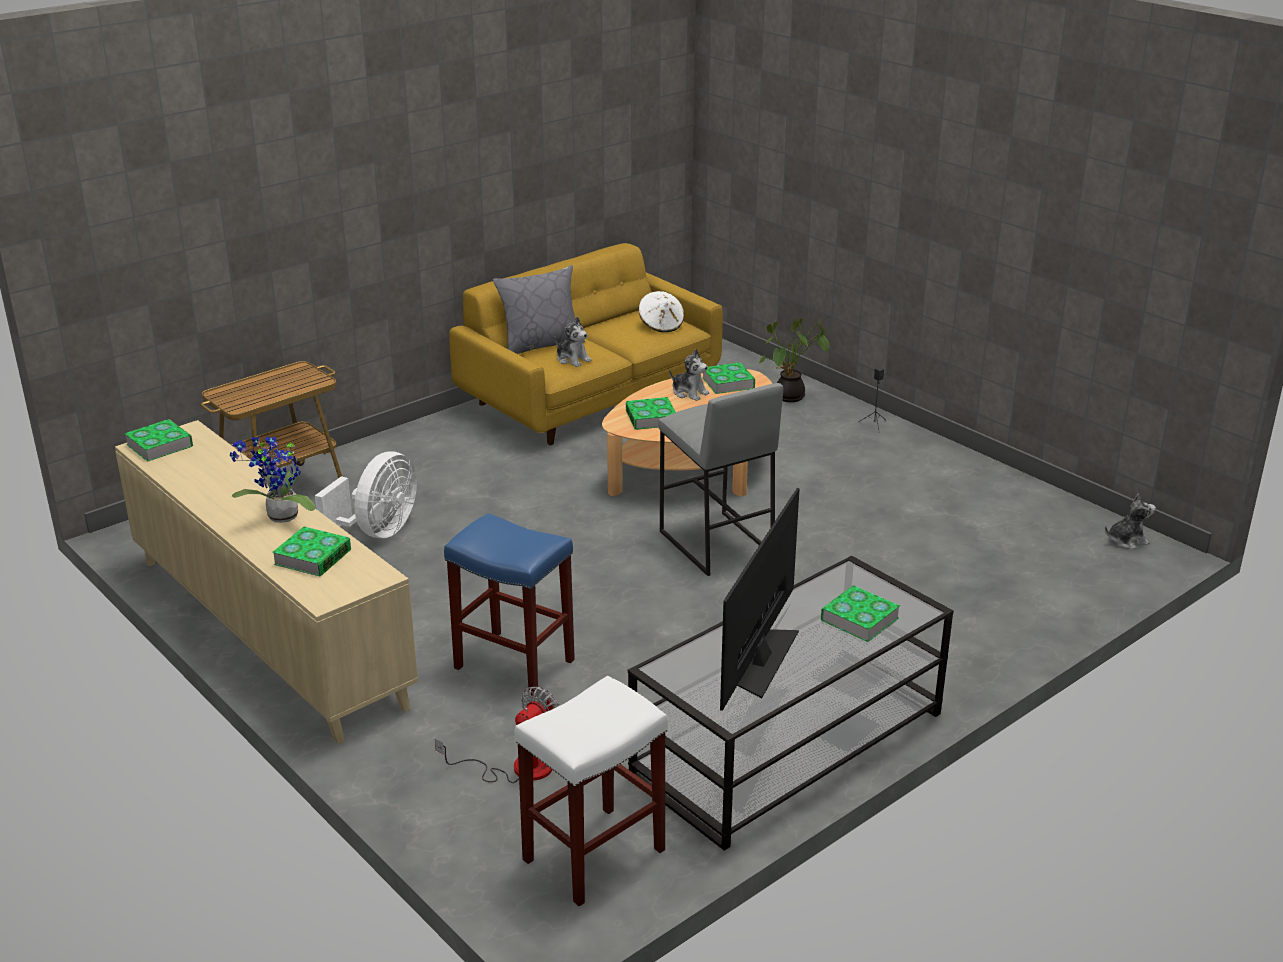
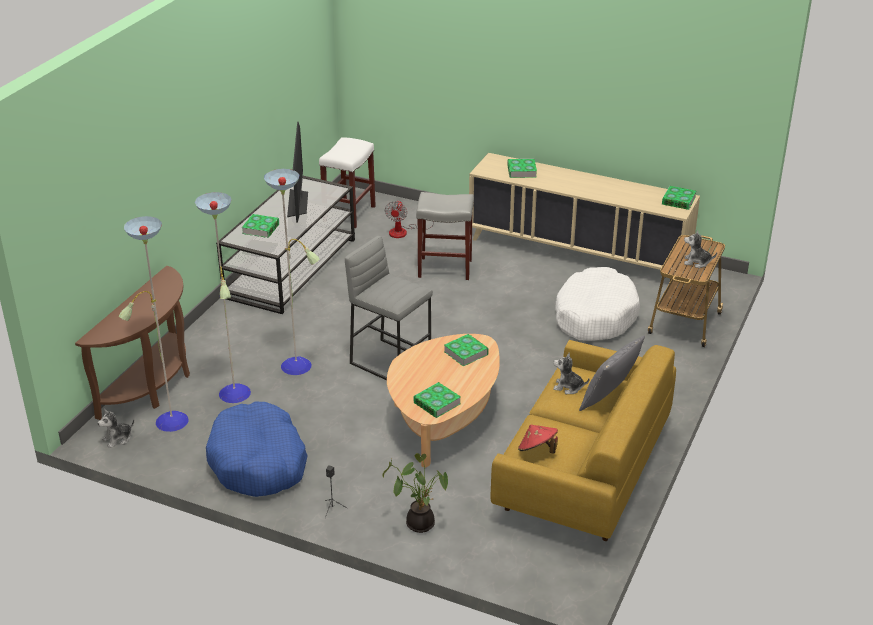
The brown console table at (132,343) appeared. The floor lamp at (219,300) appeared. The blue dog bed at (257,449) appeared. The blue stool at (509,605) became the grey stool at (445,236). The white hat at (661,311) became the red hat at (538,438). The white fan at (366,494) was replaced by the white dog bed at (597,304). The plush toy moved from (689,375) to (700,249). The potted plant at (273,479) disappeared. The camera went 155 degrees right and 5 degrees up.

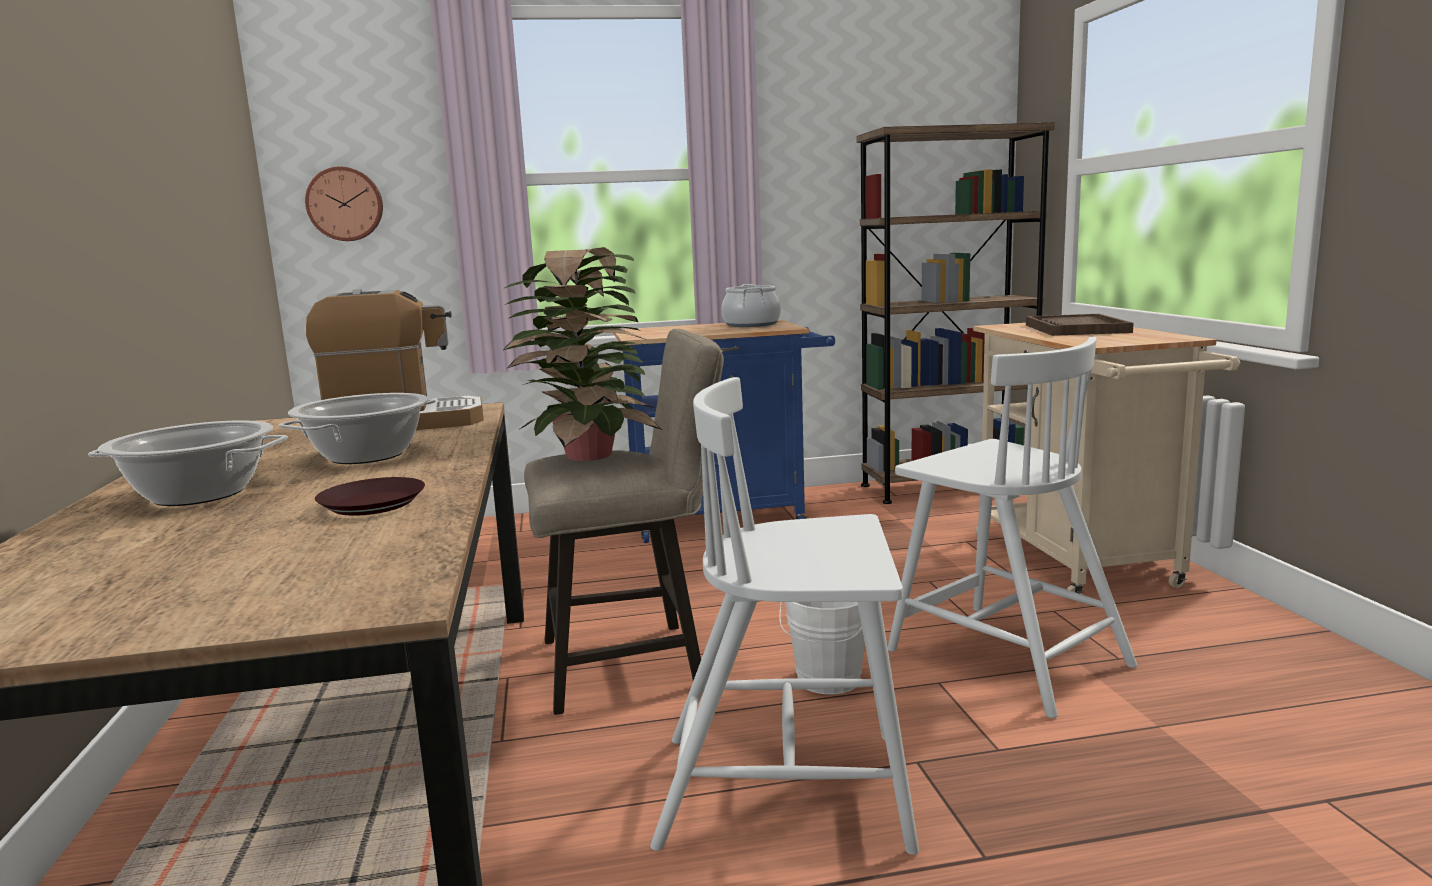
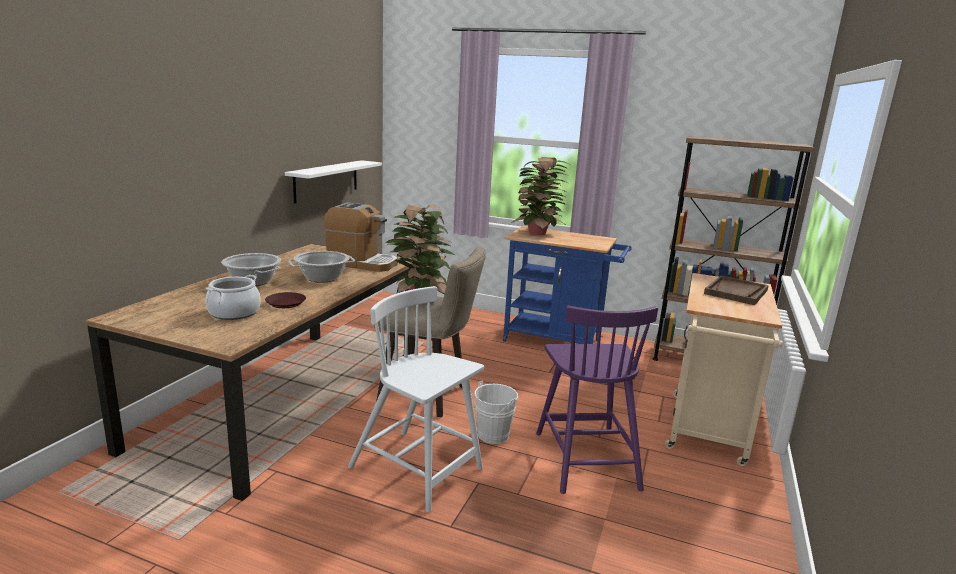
The cooking pot moved from (751,305) to (233,297). The white shelf at (333,182) appeared. The potted plant at (540,196) appeared. The white chair at (1012,527) became the purple chair at (597,400). The wall clock at (344,204) disappeared. The camera went 30 degrees right and 5 degrees up.

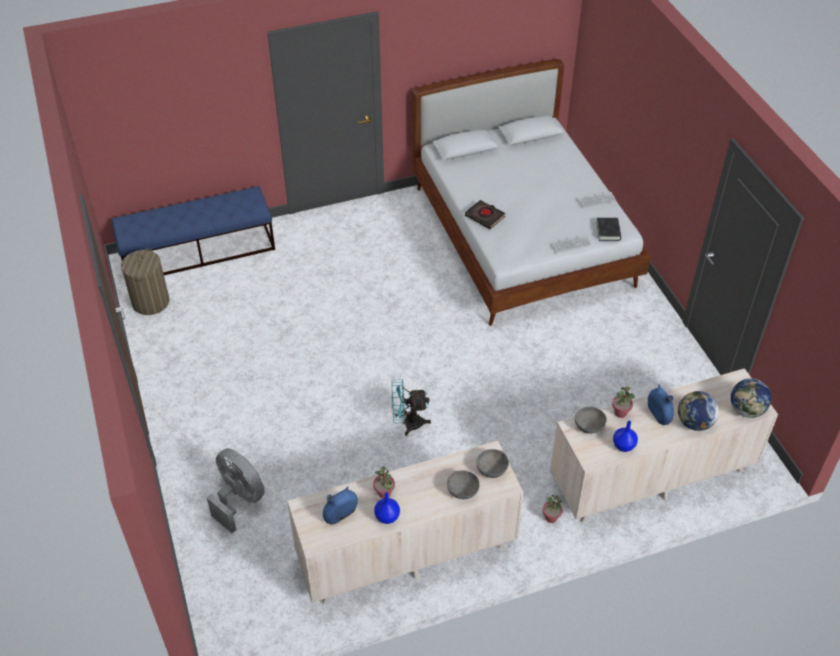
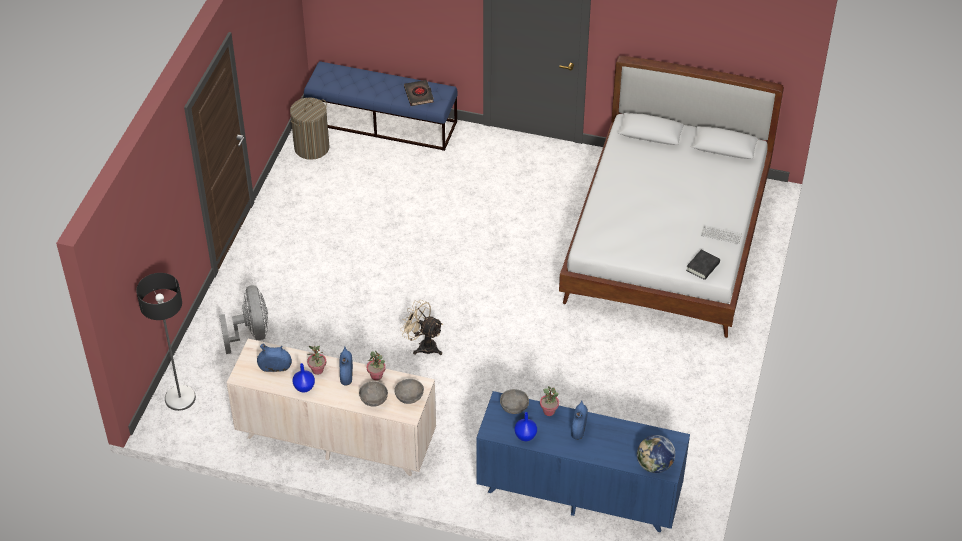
The floor lamp at (166,342) appeared. The blue vase at (346,365) appeared. The potted plant moved from (553,509) to (376,365). The turquoise fan at (411,407) became the beige fan at (421,327). The black book moved from (485,214) to (419,93). The beige dresser at (664,445) became the blue dresser at (583,461). The keyboard at (571,244) disappeared. The globe at (698,411) disappeared. The camera went 35 degrees right and 0 degrees up.

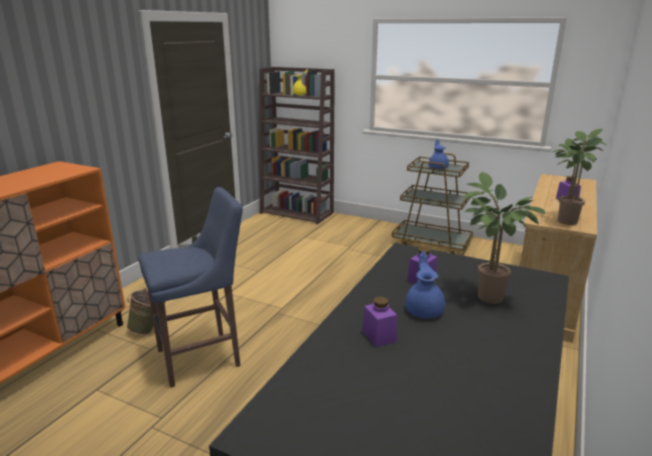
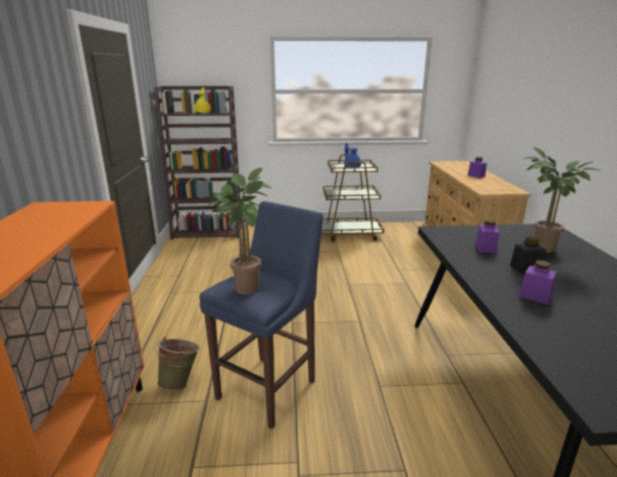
The potted plant moved from (579,177) to (239,231). The blue teapot at (425,284) was replaced by the black jar at (528,255). The camera went 30 degrees left and 0 degrees up.

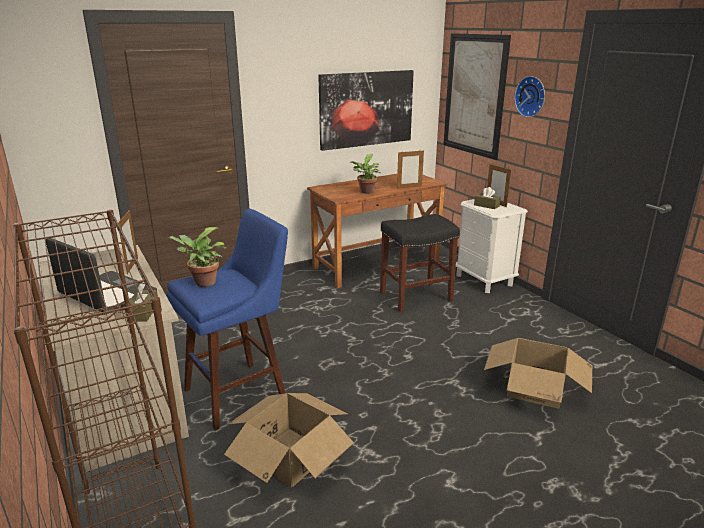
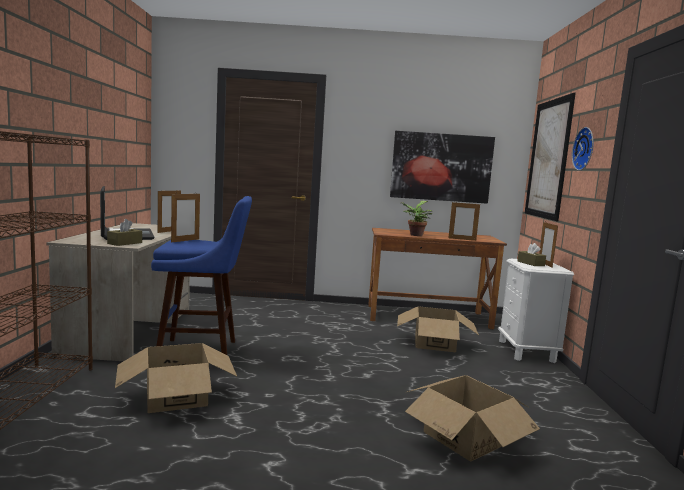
The potted plant at (197,257) was replaced by the picture frame at (185,217). The black stool at (420,263) was replaced by the cardboard box at (438,329). The camera went 30 degrees right and 15 degrees down.

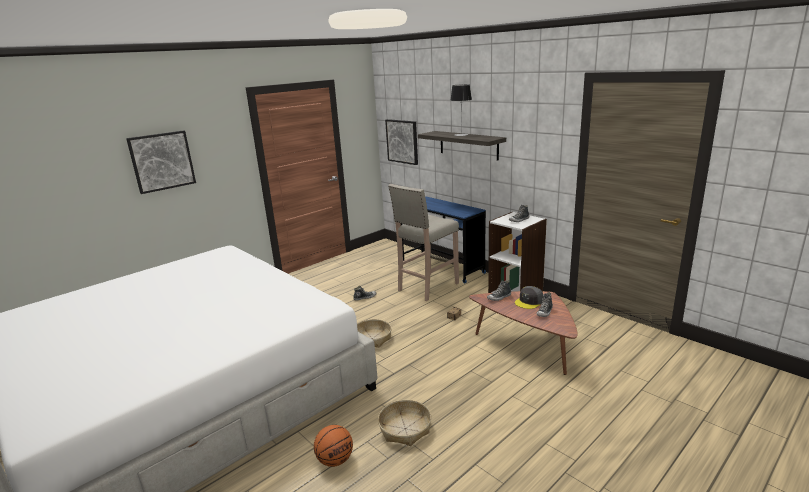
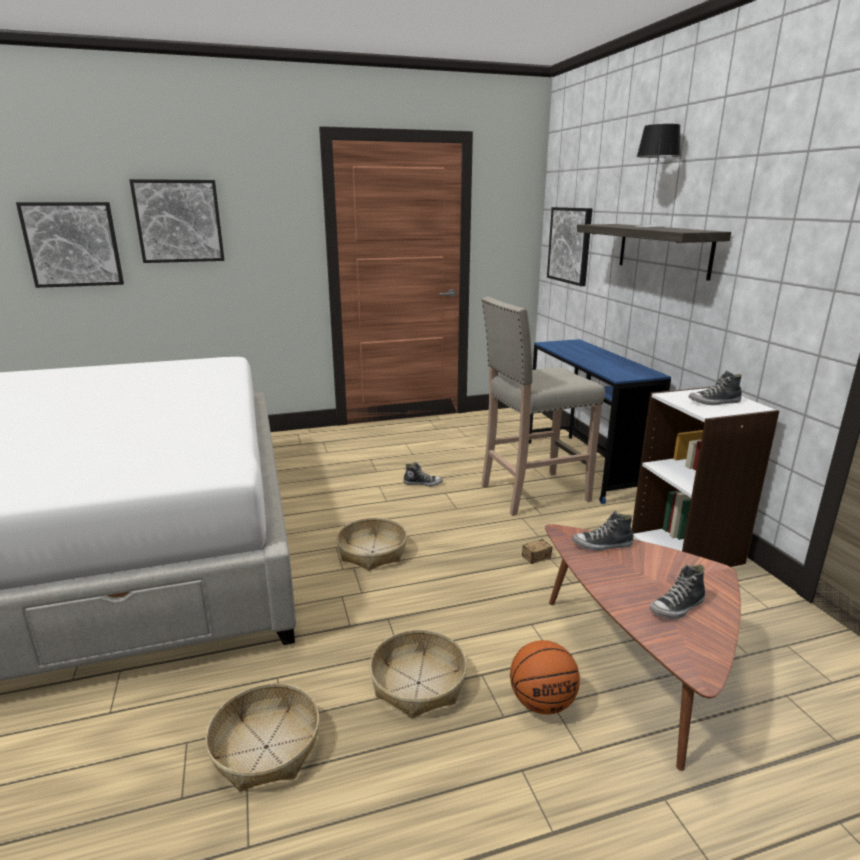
The picture at (70,245) appeared. The basket at (418,674) appeared. The basketball moved from (333,446) to (545,677). The grey cap at (529,297) disappeared. The camera went 25 degrees right and 0 degrees up.

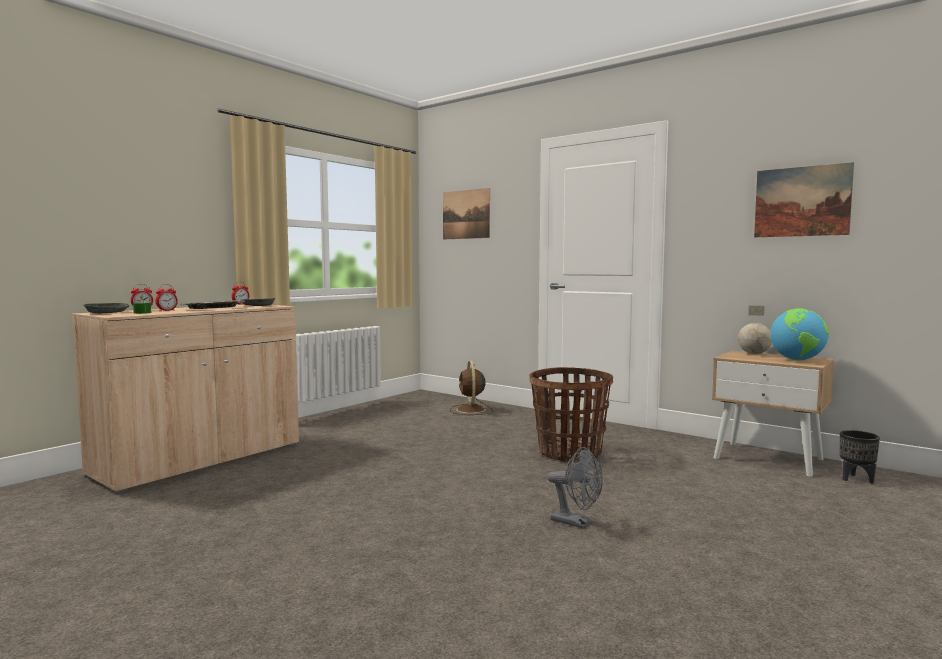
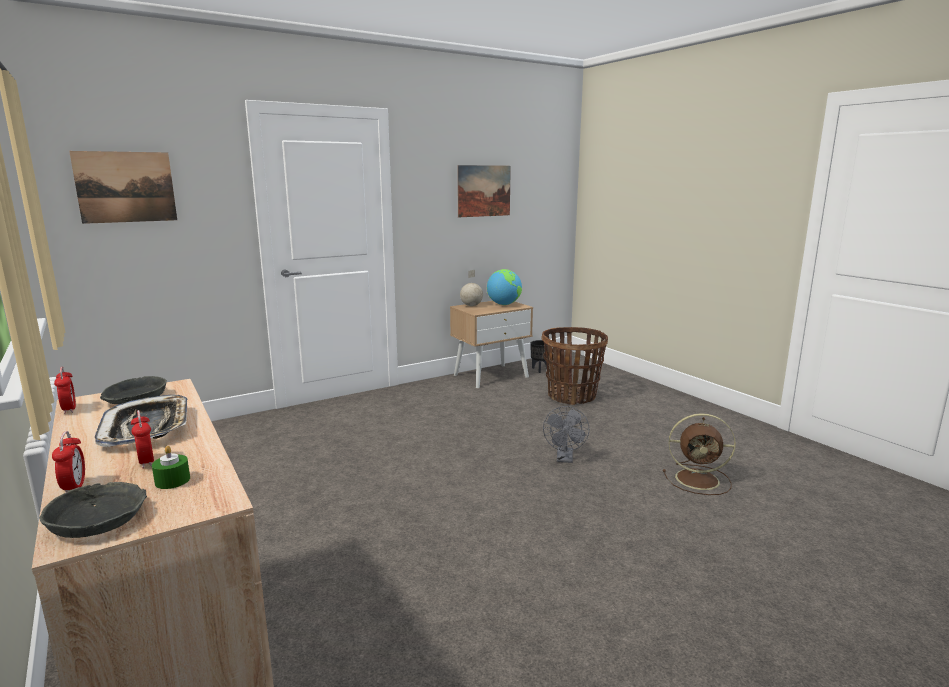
The basket moved from (571,414) to (574,366). The grey fan at (575,487) turned 135 degrees clockwise. The brown fan moved from (471,388) to (699,454). The camera went 70 degrees left and 10 degrees up.

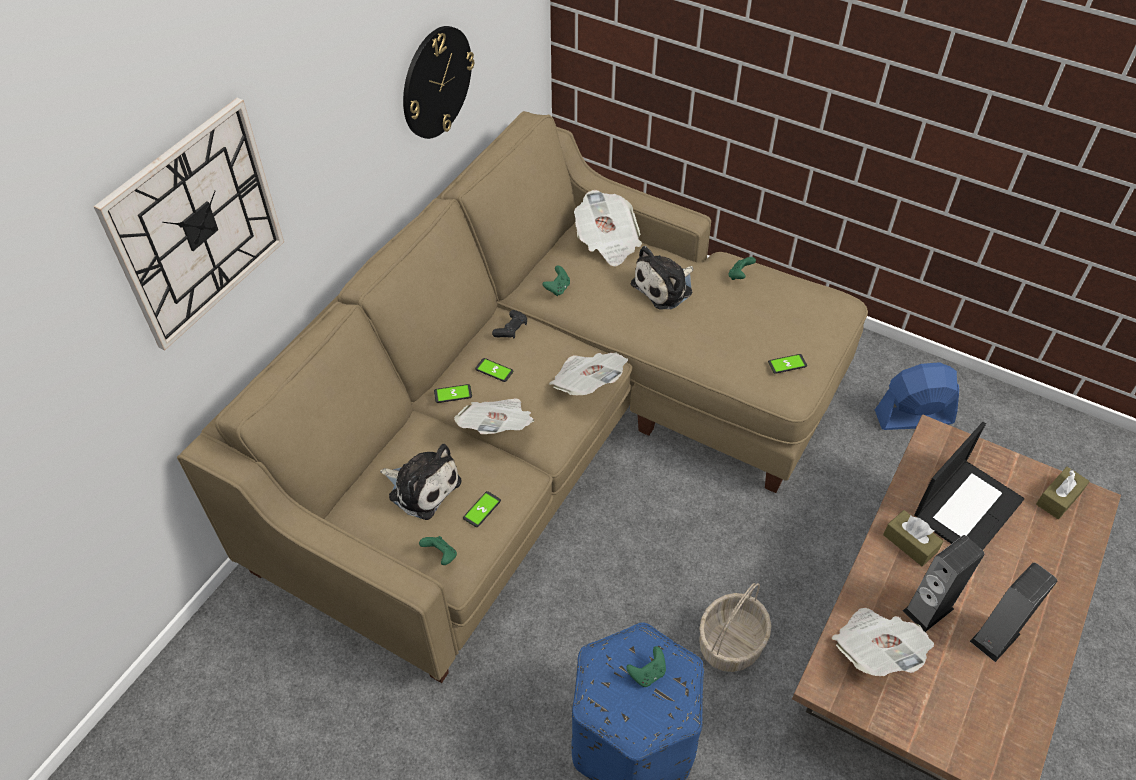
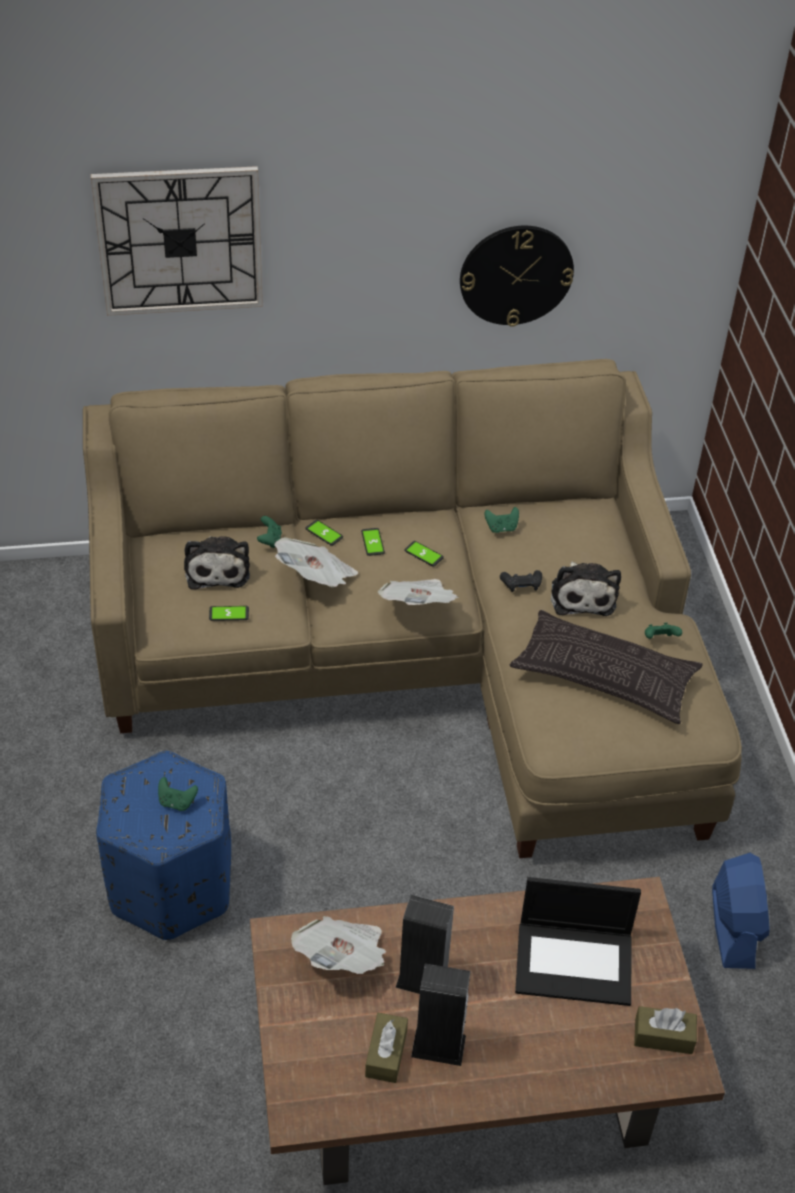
The green game controller moved from (438,550) to (269,532). The brown tissue box moved from (913,538) to (386,1048). The phone moved from (787,364) to (424,554). The black game controller moved from (509,324) to (521,581). The pillow at (606,667) appeared. The plush toy at (662,277) turned 105 degrees counterclockwise. The blue fan at (917,396) turned 45 degrees clockwise. The newspaper at (608,228) disappeared. The basket at (735,627) disappeared. The camera went 50 degrees right and 5 degrees down.

